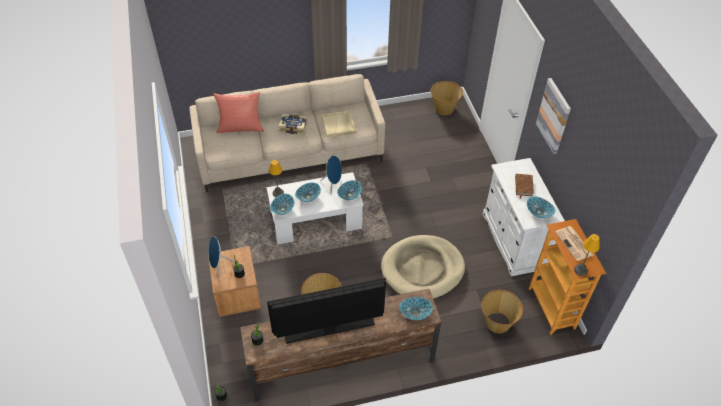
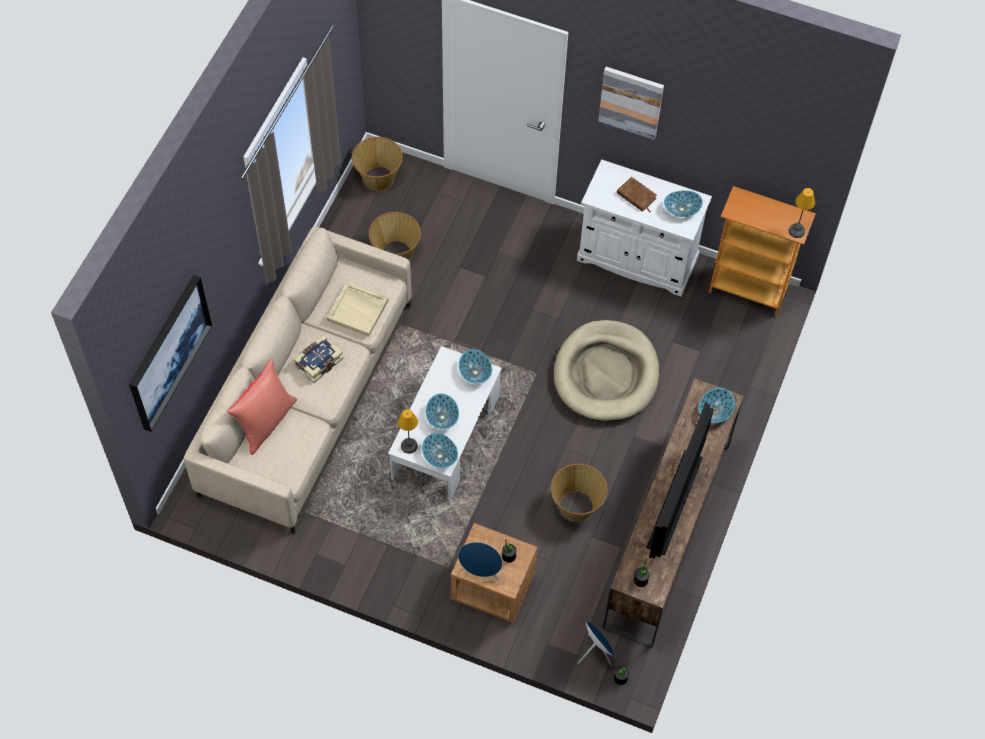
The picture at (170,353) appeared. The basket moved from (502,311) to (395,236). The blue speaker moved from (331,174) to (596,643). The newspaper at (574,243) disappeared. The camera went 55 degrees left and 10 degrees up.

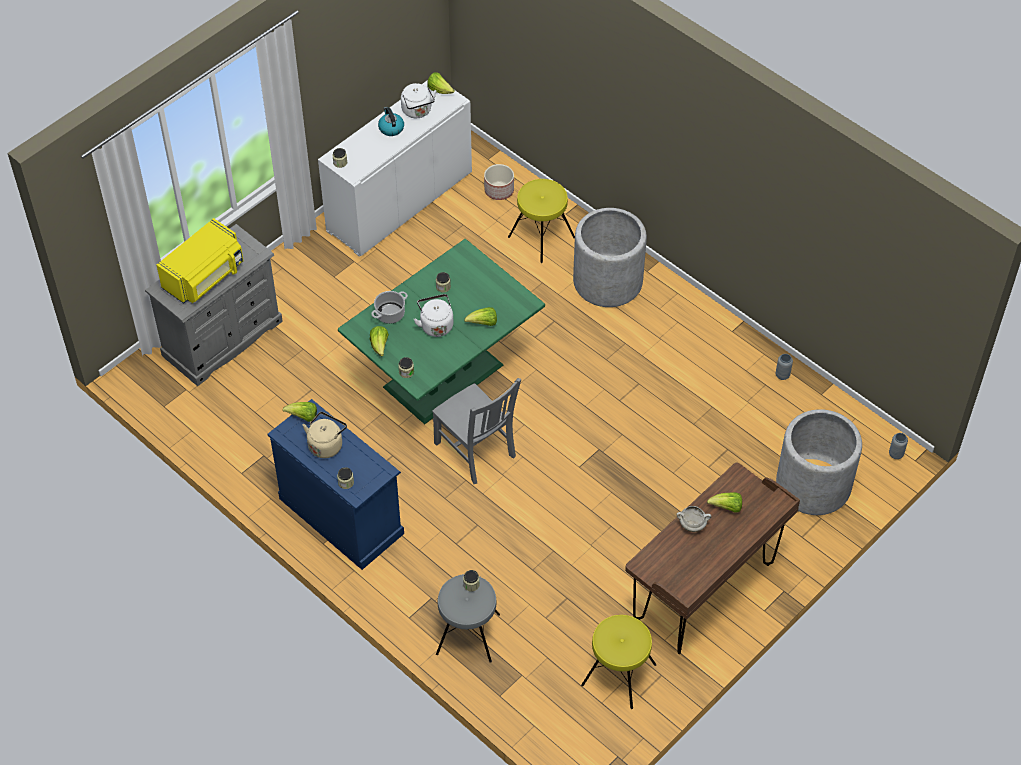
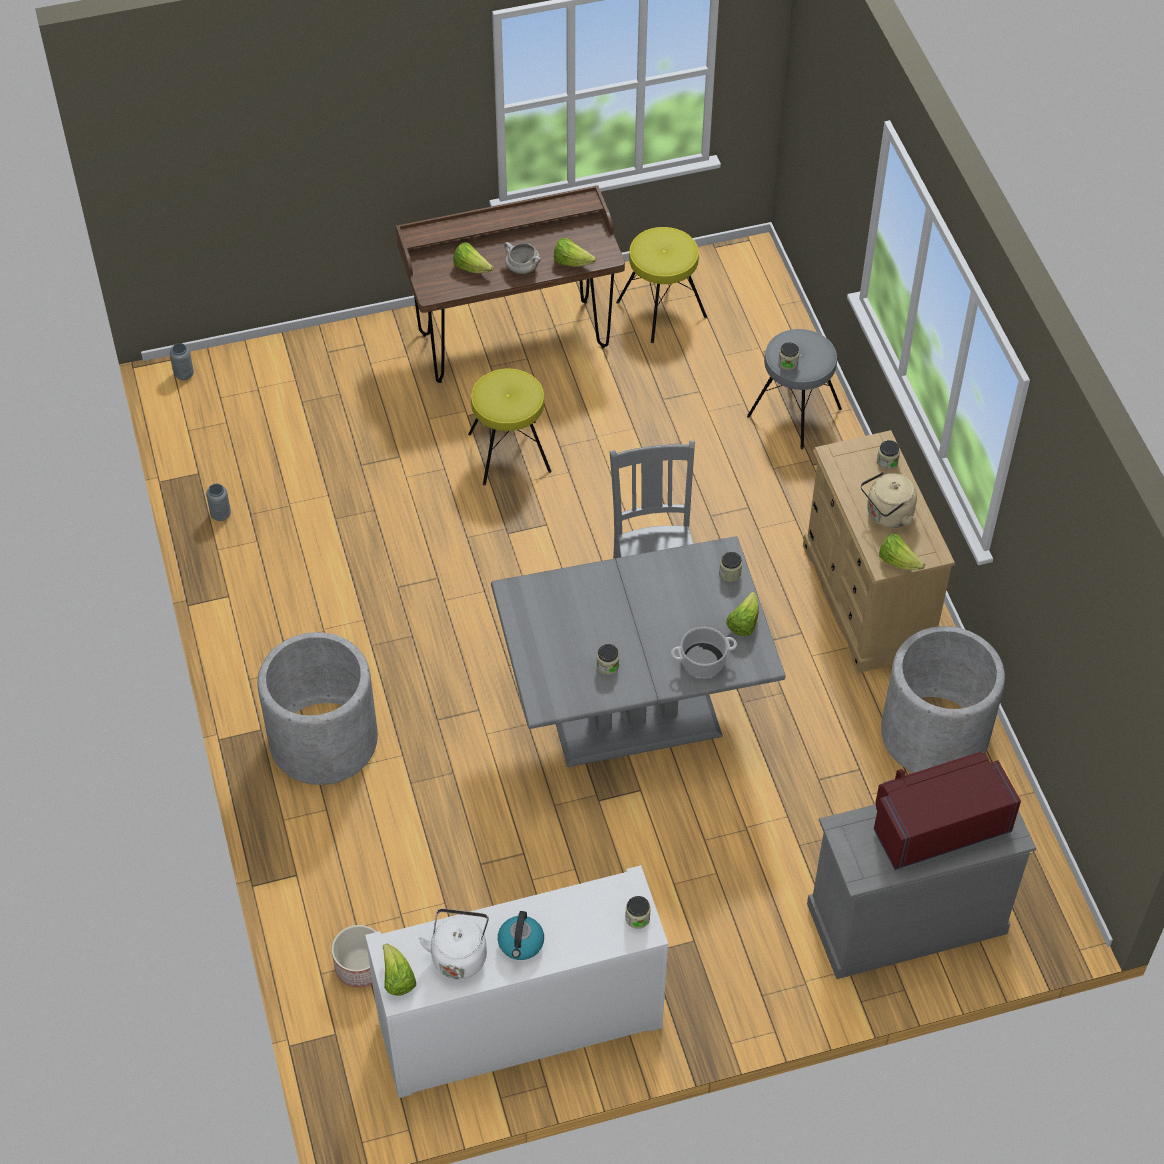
The yellow stool moved from (541,221) to (509,427). The green dining table at (441,331) became the grey dining table at (638,651). The lettuce moved from (480,316) to (575,252). The blue dresser at (335,484) became the beige dresser at (879,551). The yellow microwave at (200,261) became the red microwave at (947,811). The grey planter moved from (819,462) to (943,699). The white kettle at (433,315) disappeared. The camera went 150 degrees left and 0 degrees up.

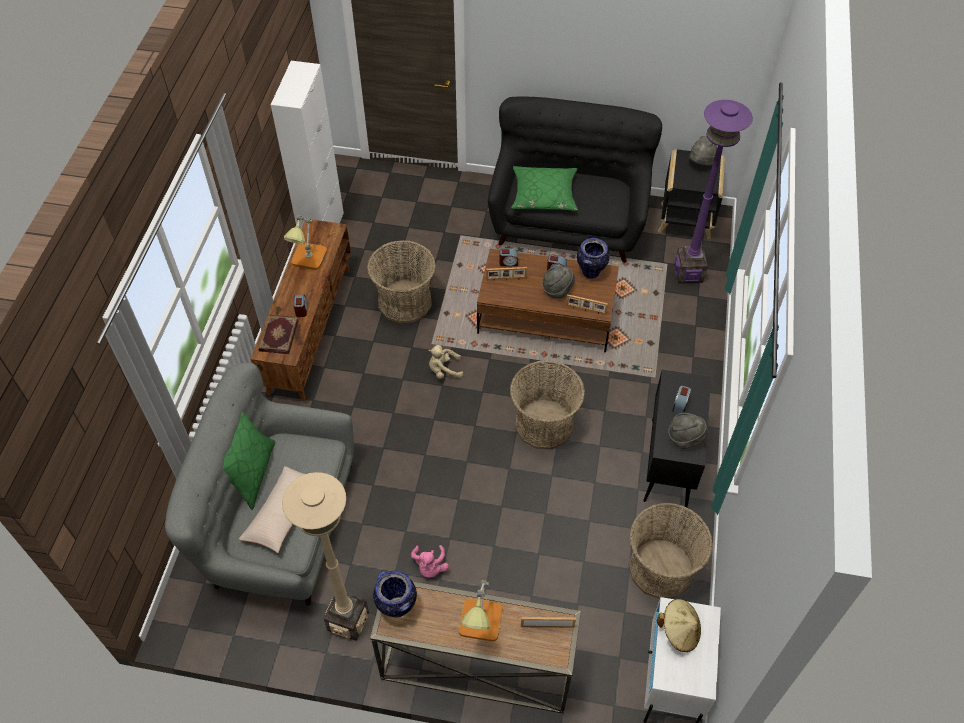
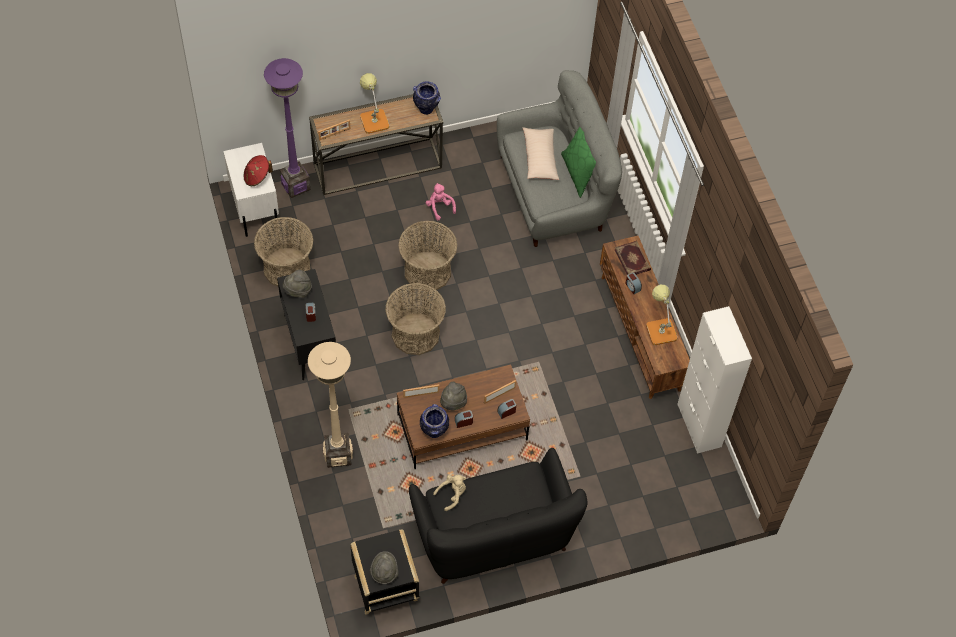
The beige hat at (679,625) became the red hat at (258,170). The purple floor lamp moved from (713,192) to (287,128). The beige floor lamp moved from (325,556) to (330,405). The basket moved from (401,281) to (427,256). The beige plush toy moved from (445,362) to (449,493). The green pillow at (544,188) disappeared. The camera went 150 degrees right and 5 degrees up.

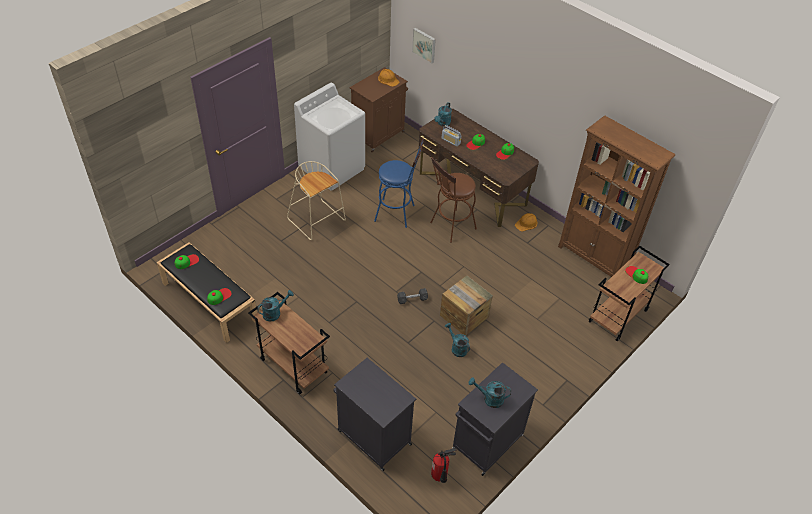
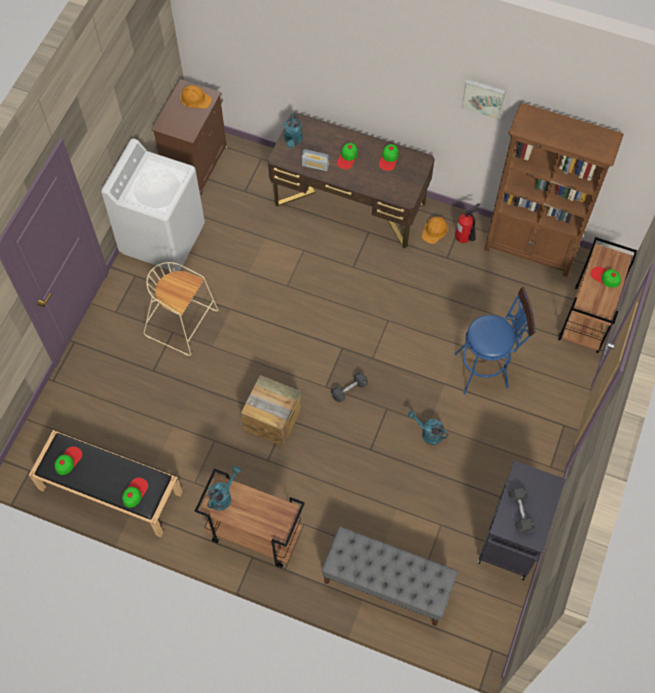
The crate moved from (466,305) to (271,410). The black cabinet at (374,414) was replaced by the grey bench at (390,576). The blue stool moved from (399,183) to (495,340). The fire extinguisher moved from (444,465) to (467,223). The picture moved from (424,45) to (483,99). The turquoise watering can at (490,392) was replaced by the grey dumbbell at (522,510). The brown stool at (453,200) disappeared. The camera went 20 degrees left and 15 degrees up.

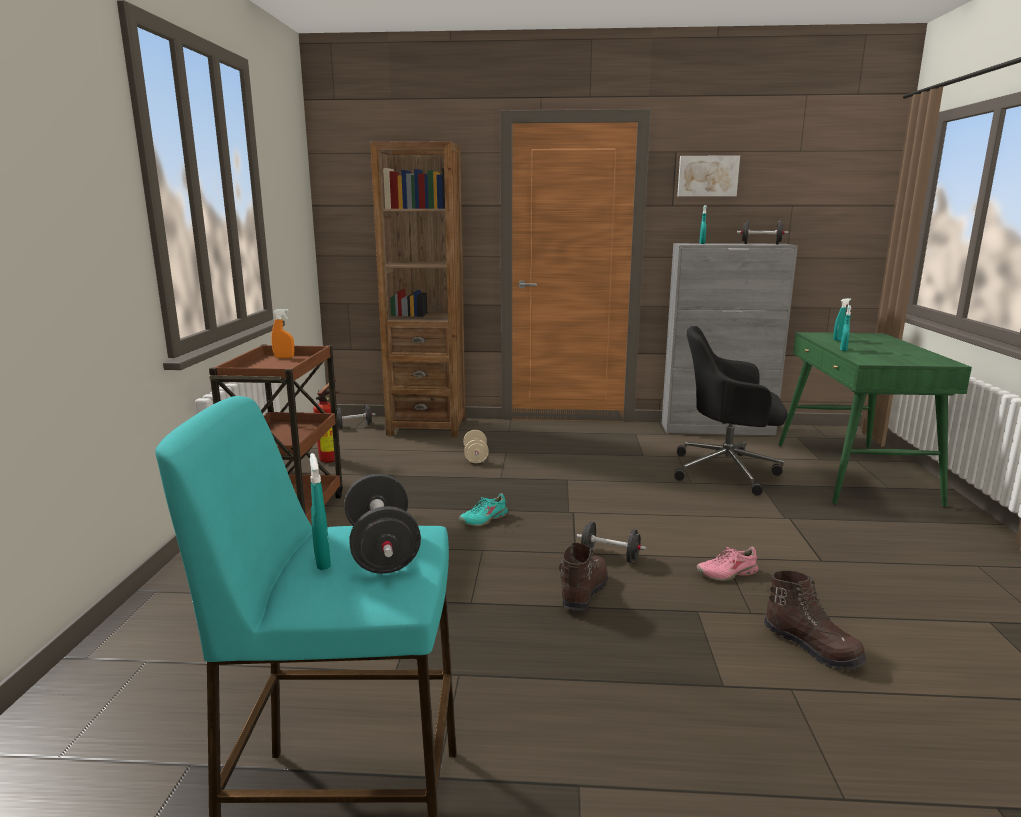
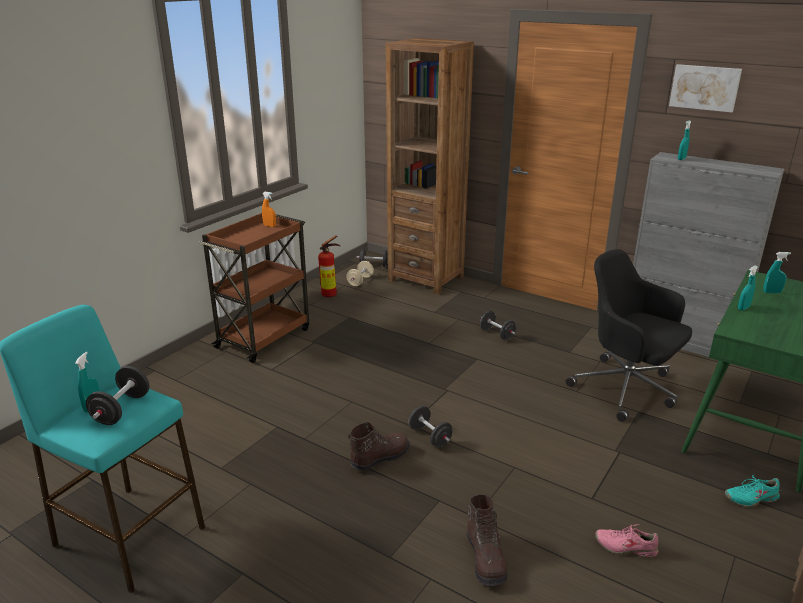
The beige dumbbell moved from (476,446) to (360,273). The black dumbbell moved from (763,232) to (498,325). The pink shoe moved from (727,563) to (627,541). The turquoise shoe moved from (483,509) to (752,491). The camera went 30 degrees right and 10 degrees up.

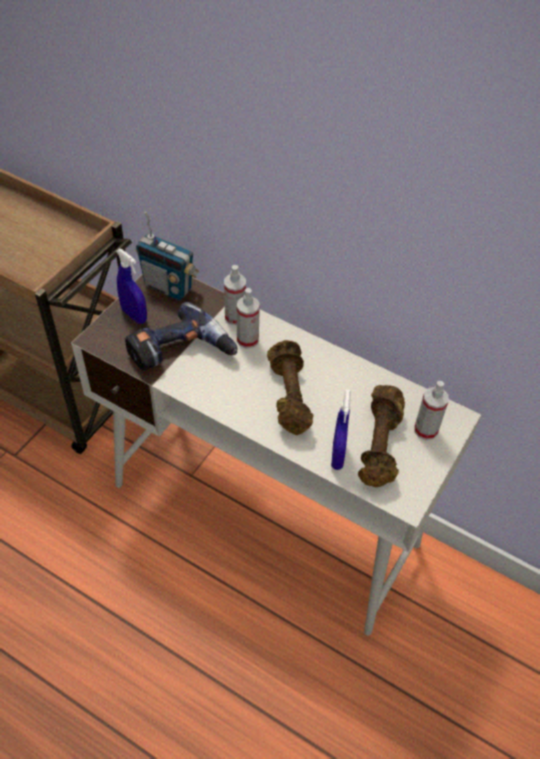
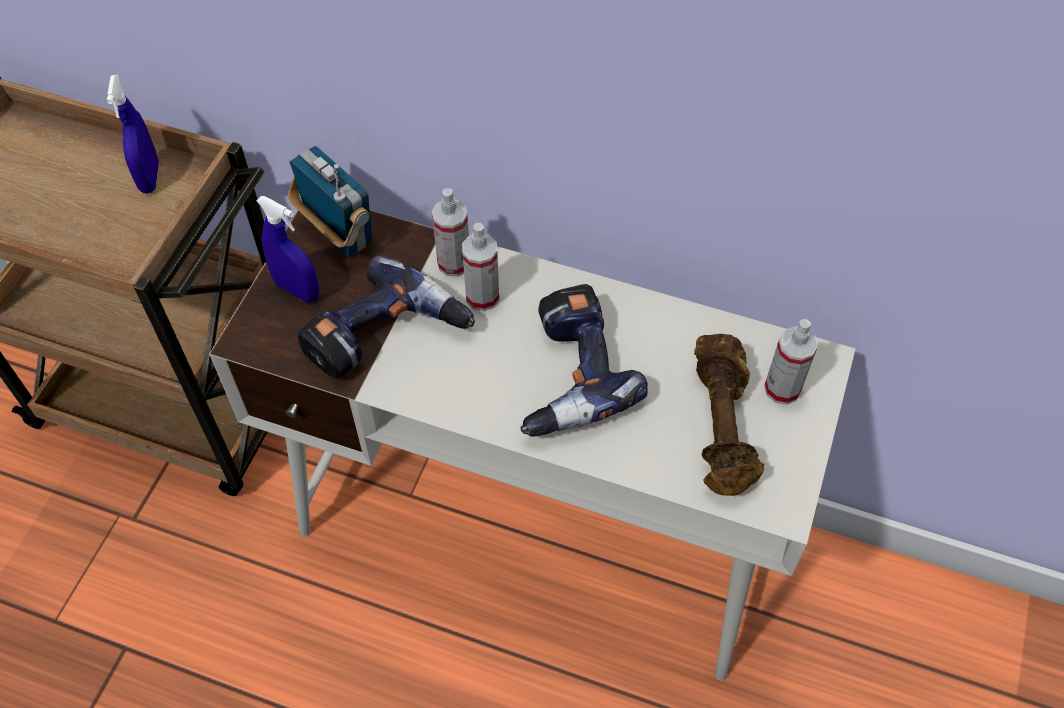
The blue spray bottle moved from (341,430) to (133,134). The radio at (167,256) turned 150 degrees counterclockwise. The brown dumbbell at (290,387) was replaced by the power drill at (584,360). The camera went 10 degrees left and 5 degrees up.

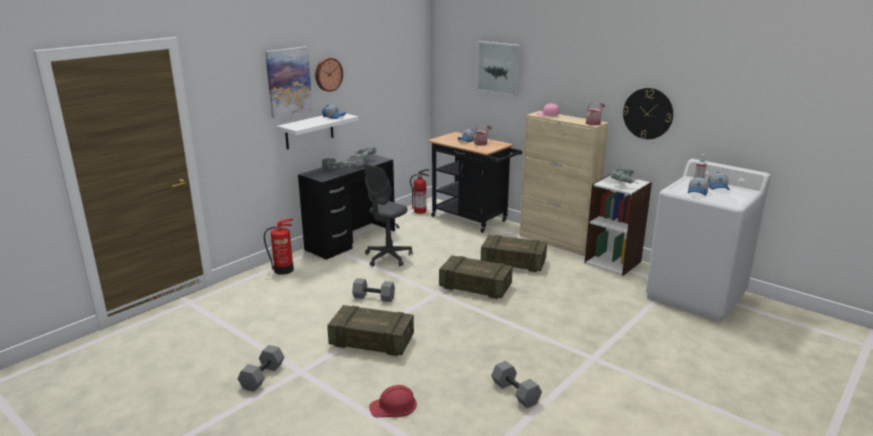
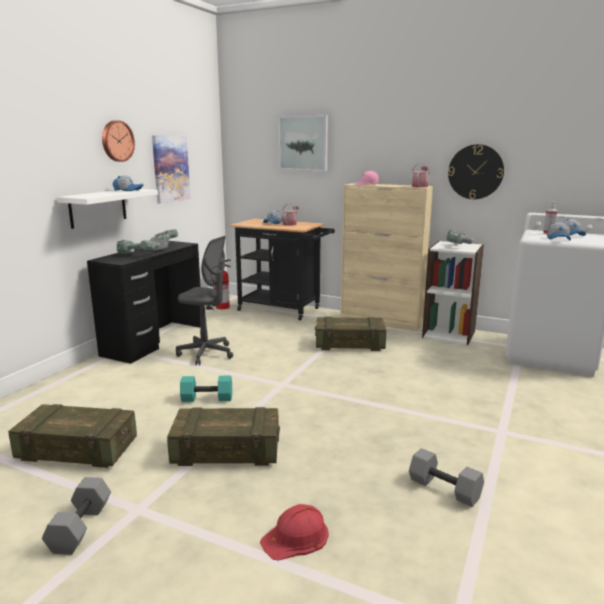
The crate moved from (476,277) to (72,436). The picture moved from (289,82) to (171,169). The grey office chair at (388,215) turned 90 degrees counterclockwise. The grey dumbbell at (373,290) became the turquoise dumbbell at (206,389). The fire extinguisher at (279,246) disappeared. The camera went 15 degrees left and 5 degrees down.

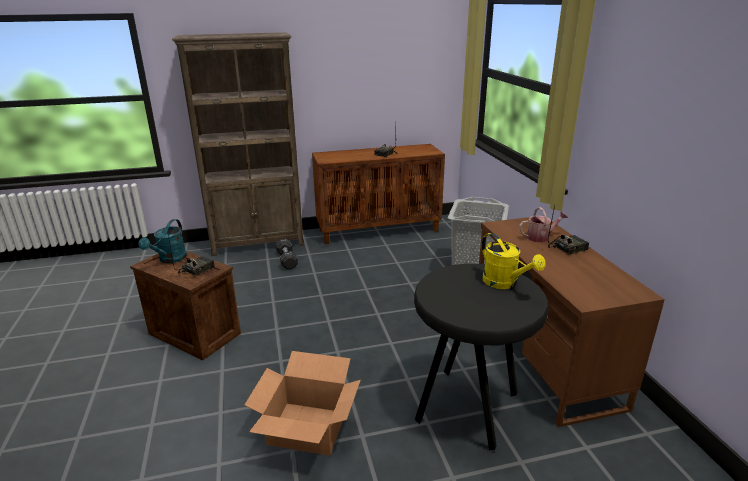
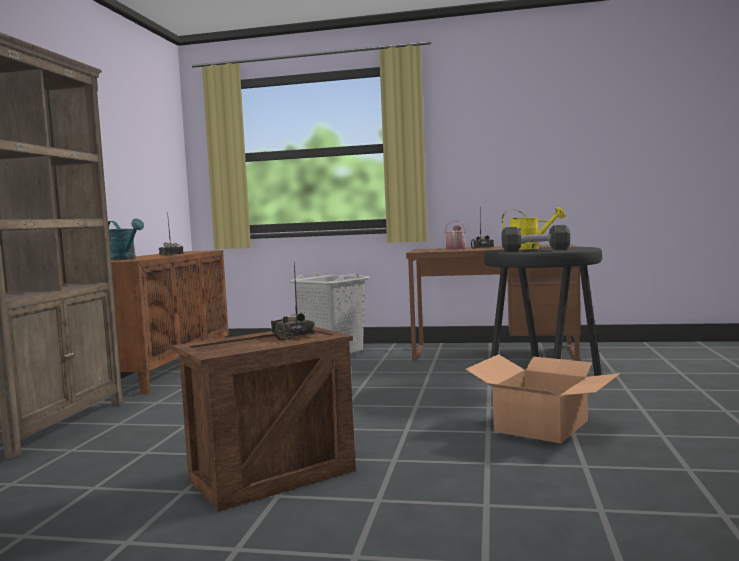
The turquoise watering can moved from (163,241) to (126,239). The black dumbbell moved from (287,254) to (536,238). The camera went 65 degrees left and 20 degrees down.

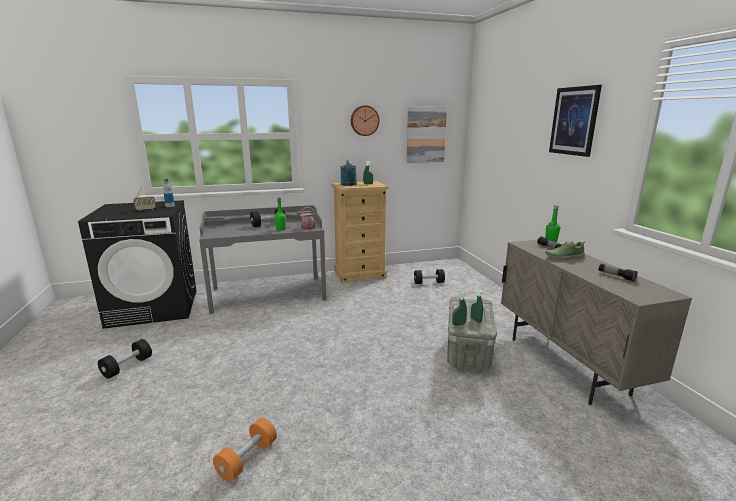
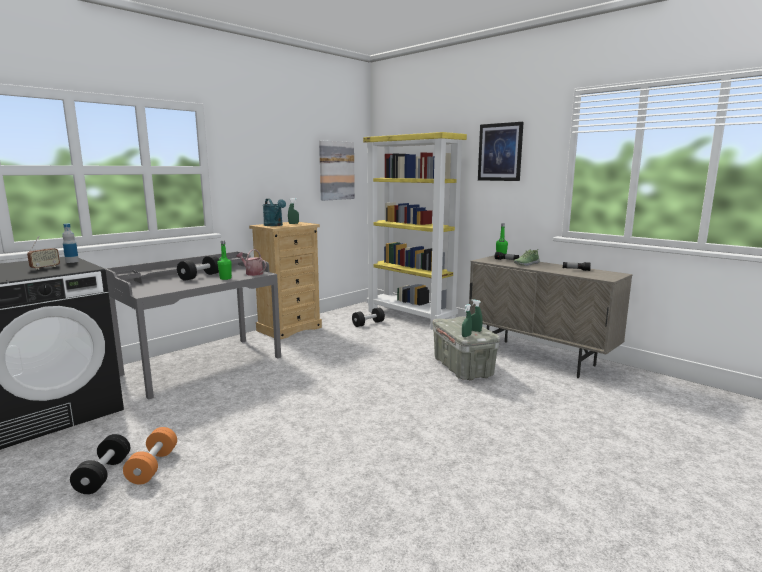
The orange dumbbell moved from (245,450) to (150,455). The yellow bookcase at (415,231) appeared. The wall clock at (365,120) disappeared. The camera went 30 degrees left and 5 degrees down.

